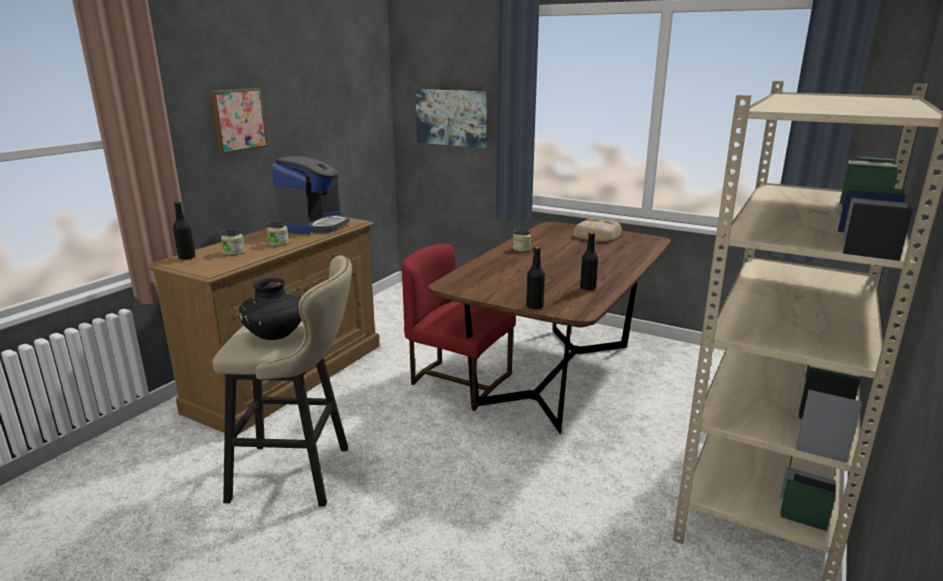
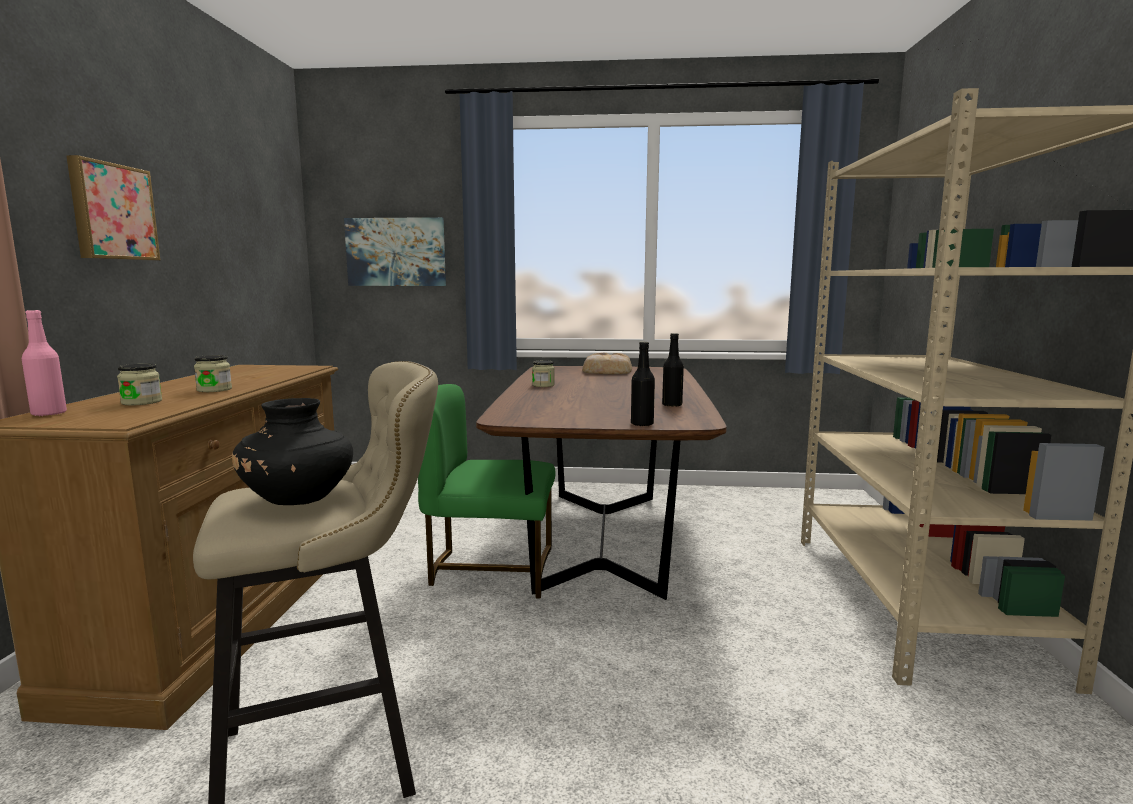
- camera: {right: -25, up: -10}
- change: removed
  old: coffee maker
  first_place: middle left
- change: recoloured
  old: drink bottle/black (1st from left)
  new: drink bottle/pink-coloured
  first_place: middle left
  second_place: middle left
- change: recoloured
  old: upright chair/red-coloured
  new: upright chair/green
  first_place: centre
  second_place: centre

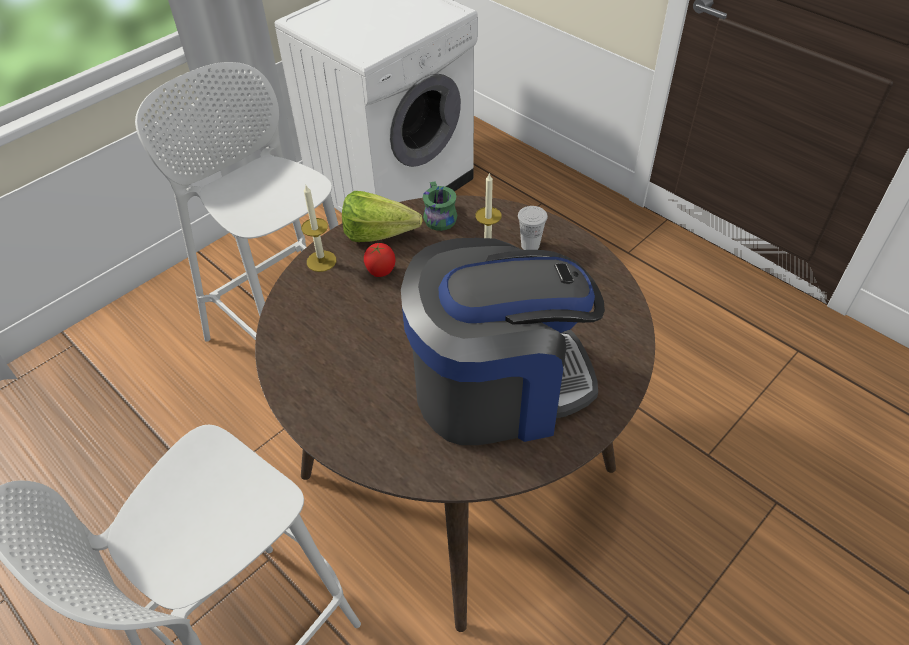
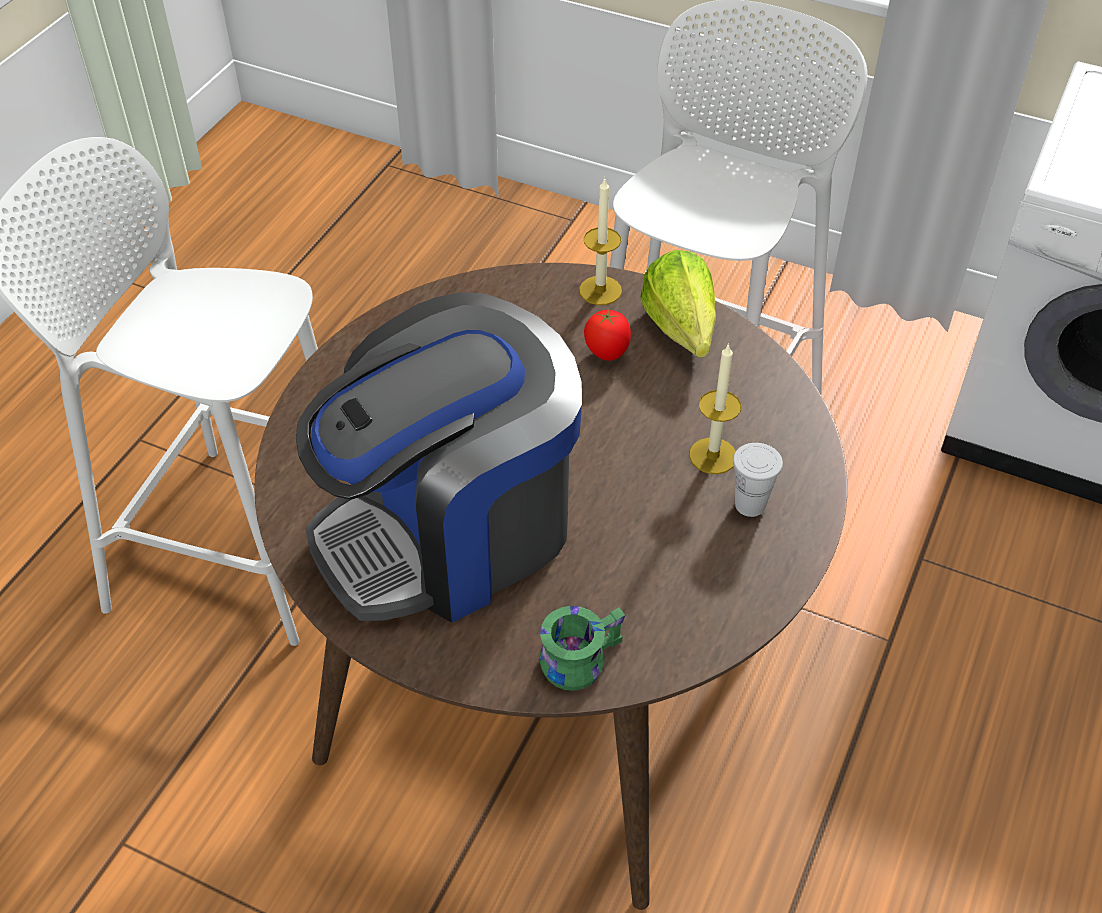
- camera: {right: 70, up: 0}
- change: moved
  old: tea mug/green
  first_place: top centre
  second_place: bottom centre
- change: turned
  old: coffee maker
  first_place: centre
  second_place: centre
  degrees: 90

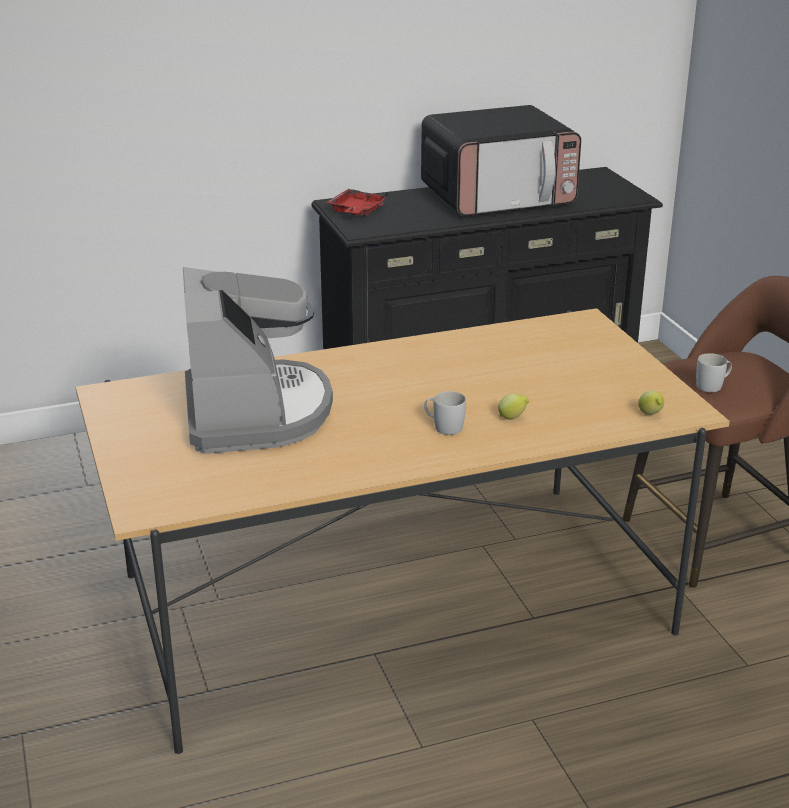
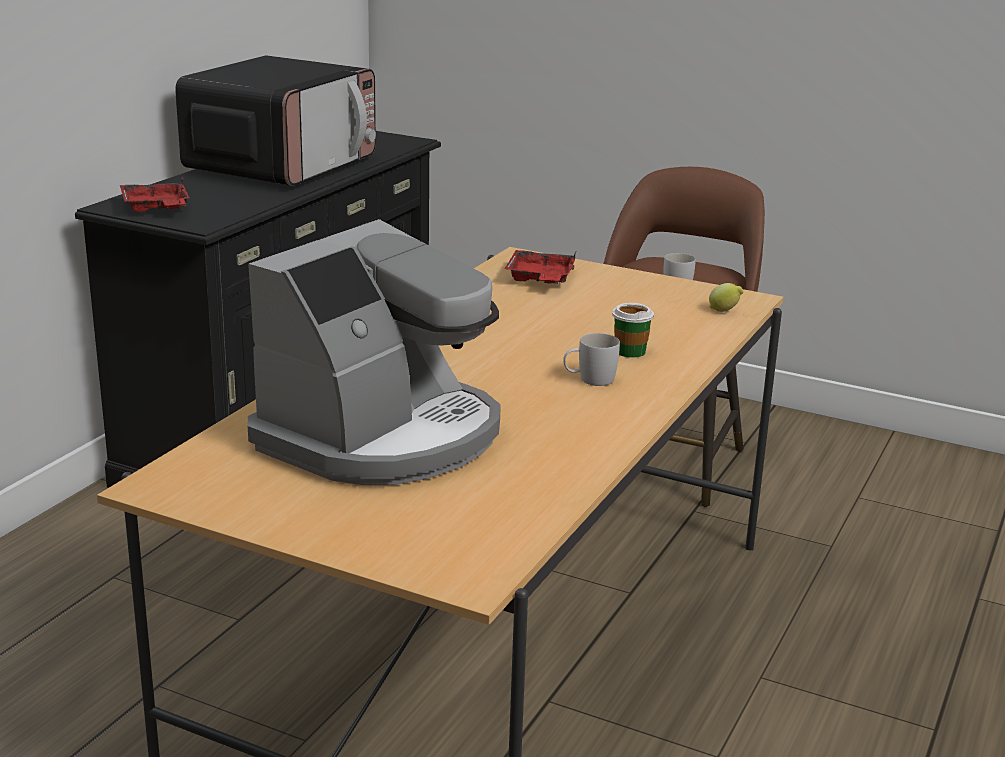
- camera: {right: -45, up: -5}
- change: added
  new: carrying tray/red-coloured (2nd from left)
  second_place: centre
- change: replaced
  old: citrus fruit (1st from left)
  new: cup
  first_place: centre
  second_place: centre
- change: turned
  old: coffee maker
  first_place: middle left
  second_place: centre
  degrees: 90

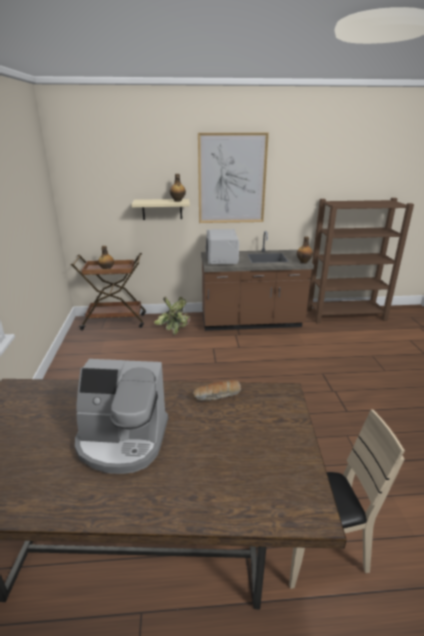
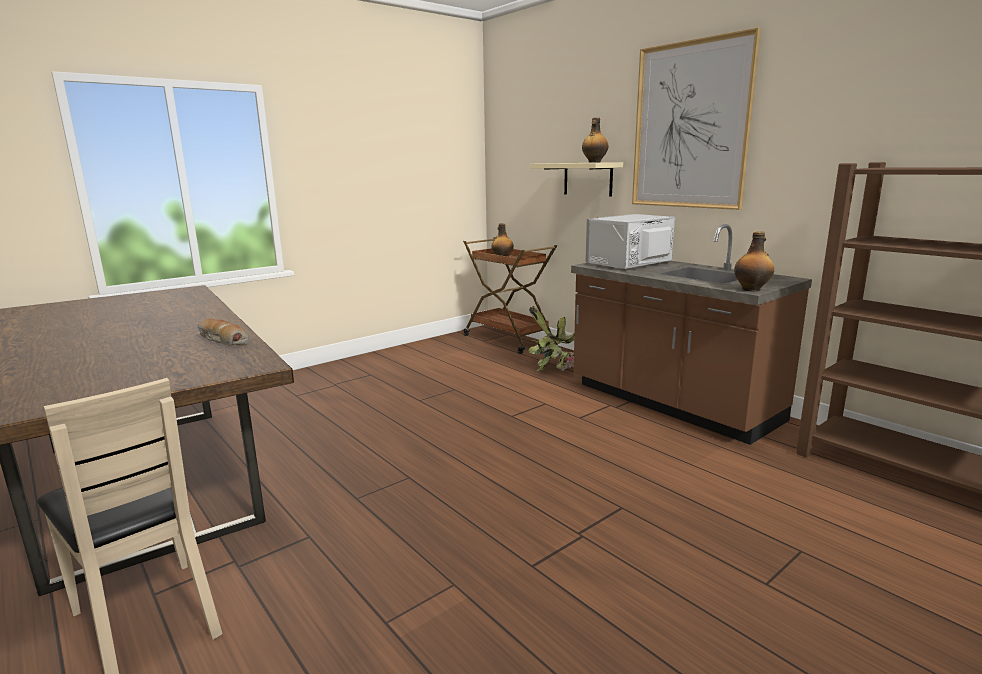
- camera: {right: 55, up: -10}
- change: removed
  old: coffee maker
  first_place: middle left

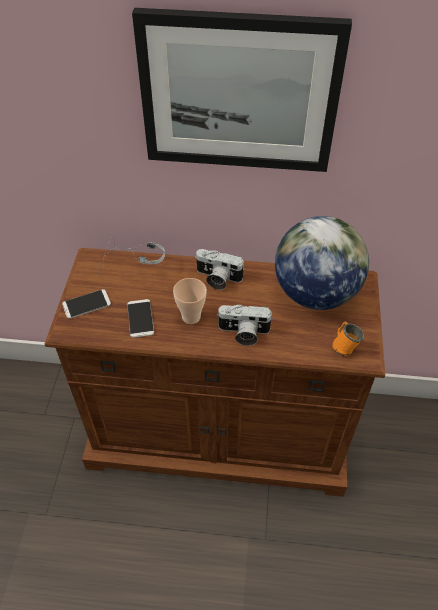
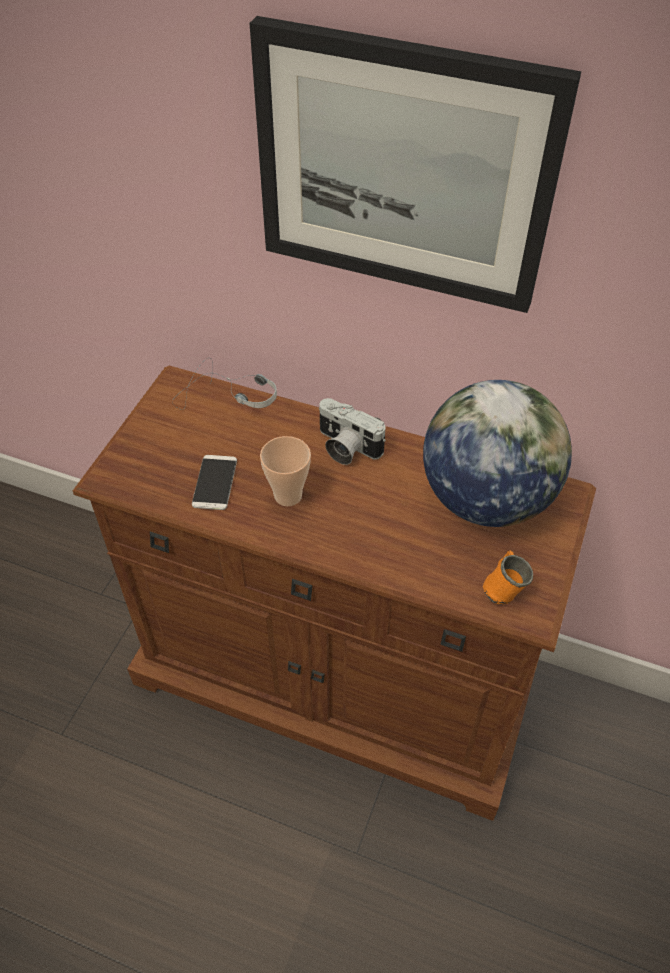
- camera: {right: 15, up: 0}
- change: removed
  old: telephone (1st from left)
  first_place: middle left
- change: removed
  old: photo camera (2nd from left)
  first_place: centre

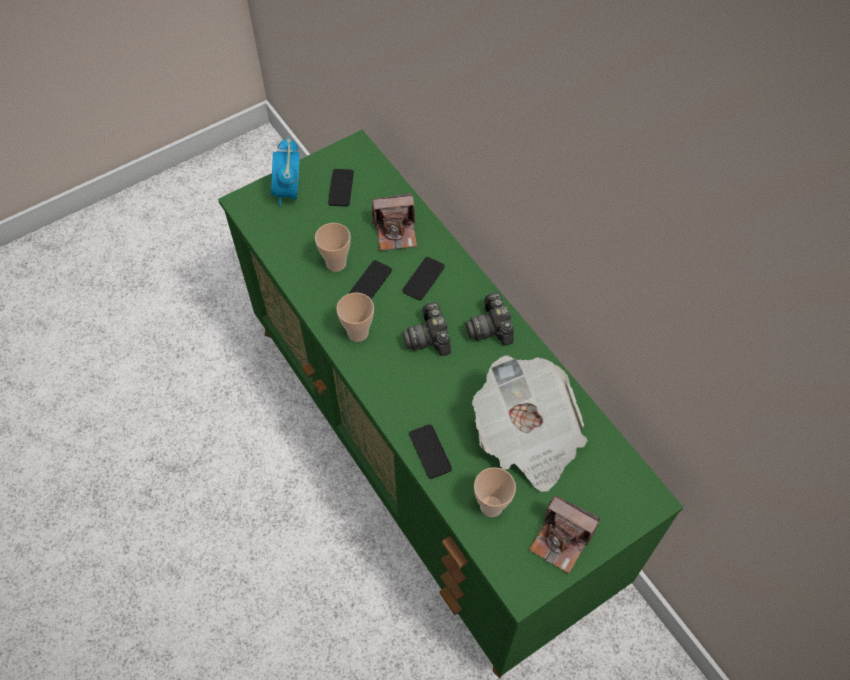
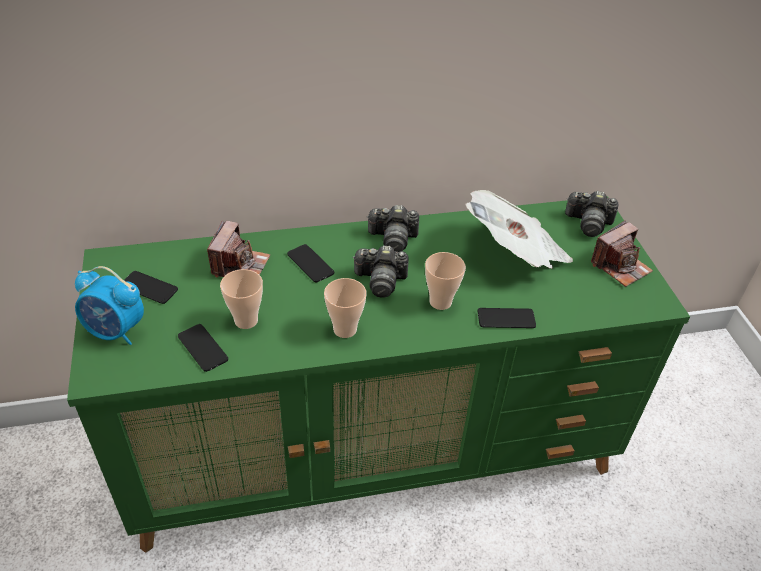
- camera: {right: -70, up: -15}
- change: added
  new: photo camera (4th from left)
  second_place: middle right
- change: moved
  old: telephone (2nd from left)
  first_place: centre
  second_place: middle left
- change: moved
  old: cup (3rd from left)
  first_place: bottom centre
  second_place: centre

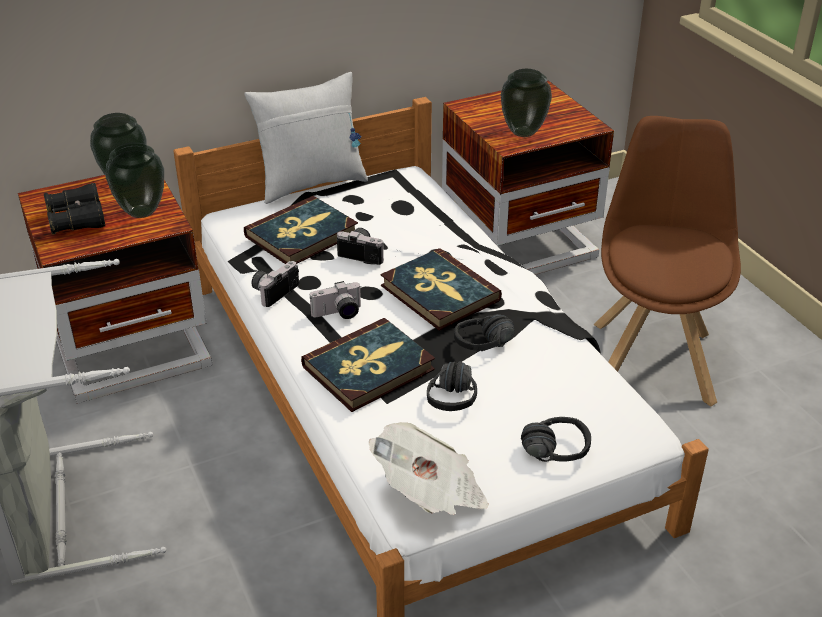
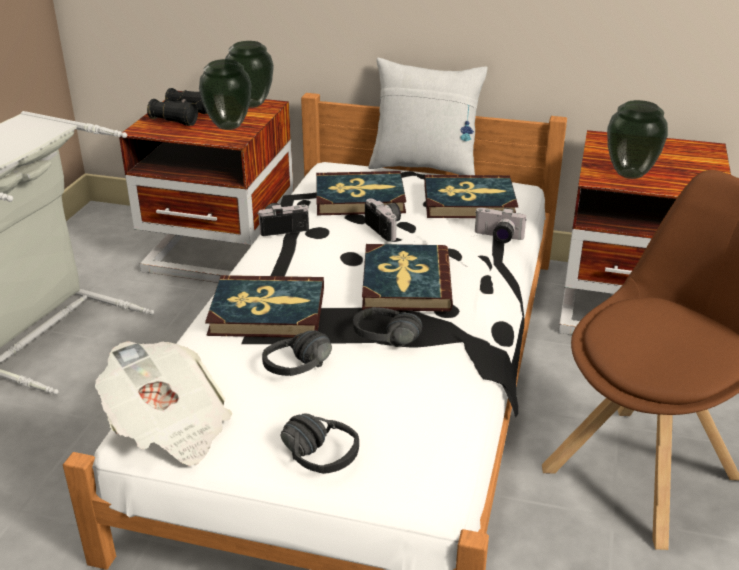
- camera: {right: 40, up: -5}
- change: added
  new: book (4th from left)
  second_place: centre
- change: moved
  old: photo camera (2nd from left in the first image)
  new: photo camera (3rd from left)
  first_place: centre
  second_place: middle right

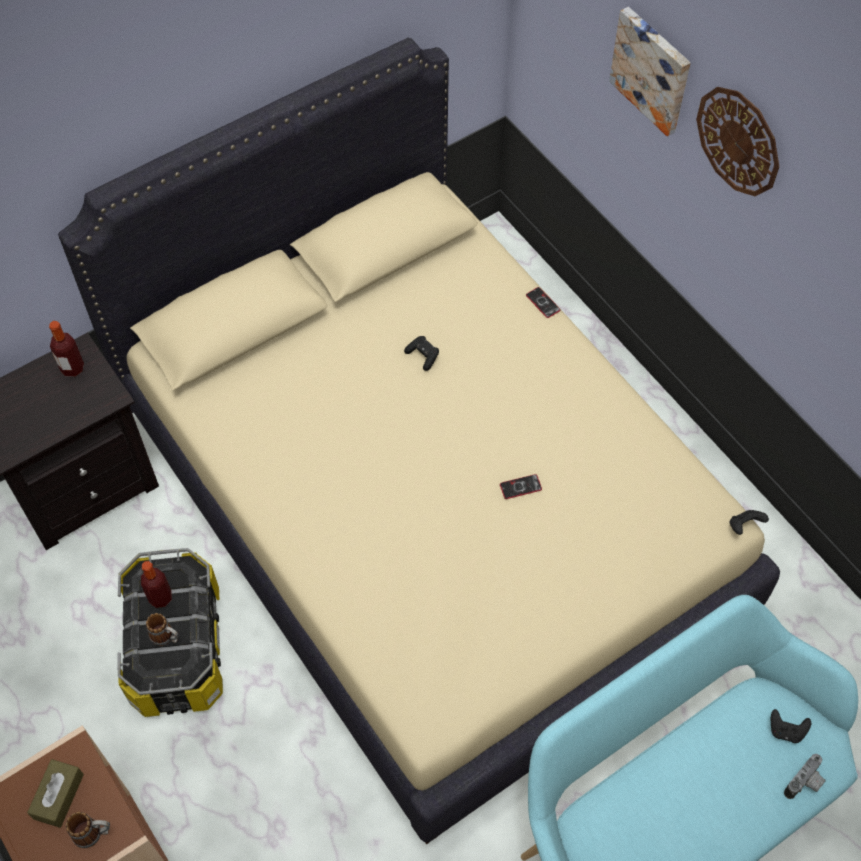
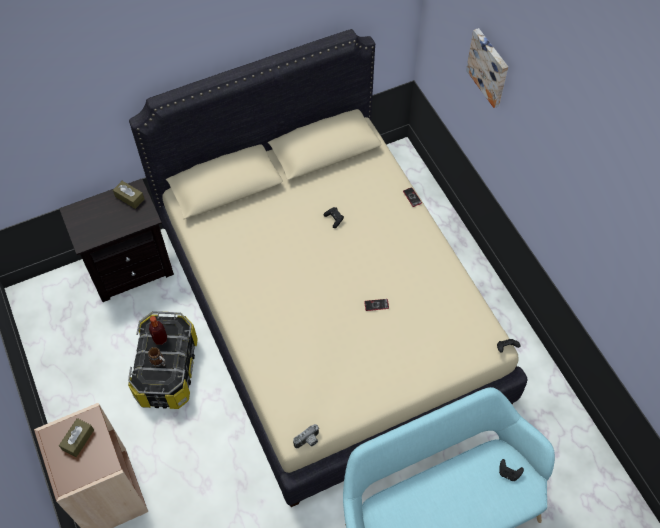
- camera: {right: 10, up: 0}
- change: removed
  old: tea mug (1st from left)
  first_place: bottom left
- change: removed
  old: hanging clock
  first_place: top right
- change: moved
  old: photo camera
  first_place: bottom right
  second_place: bottom centre
- change: replaced
  old: drink bottle (1st from left)
  new: box of tissues/brown-coloured (2nd from left)
  first_place: middle left
  second_place: middle left

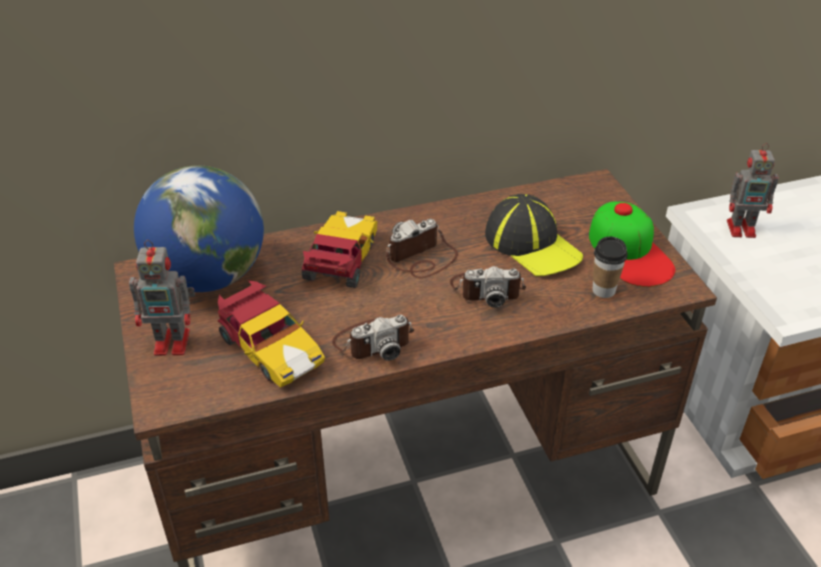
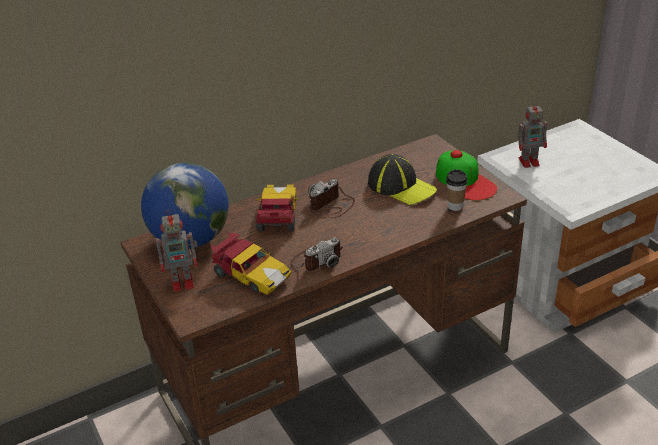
- camera: {right: -10, up: -5}
- change: removed
  old: photo camera (3rd from left)
  first_place: centre

